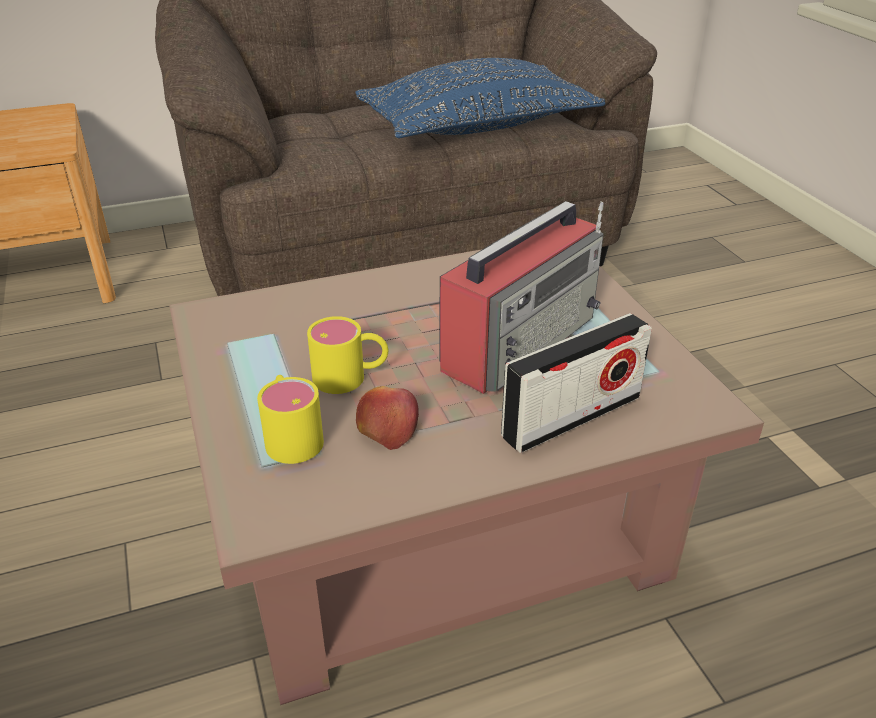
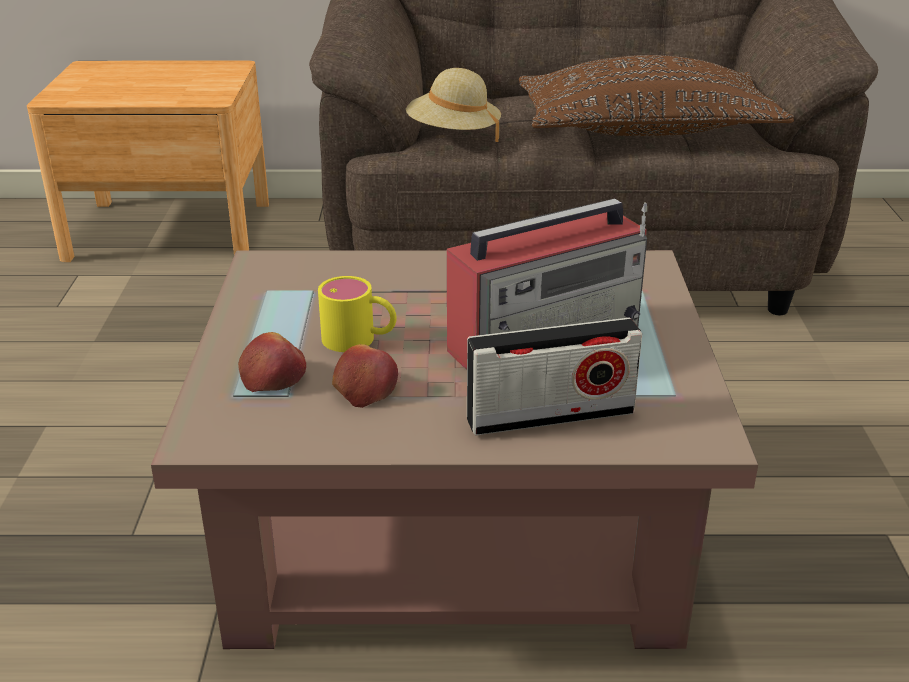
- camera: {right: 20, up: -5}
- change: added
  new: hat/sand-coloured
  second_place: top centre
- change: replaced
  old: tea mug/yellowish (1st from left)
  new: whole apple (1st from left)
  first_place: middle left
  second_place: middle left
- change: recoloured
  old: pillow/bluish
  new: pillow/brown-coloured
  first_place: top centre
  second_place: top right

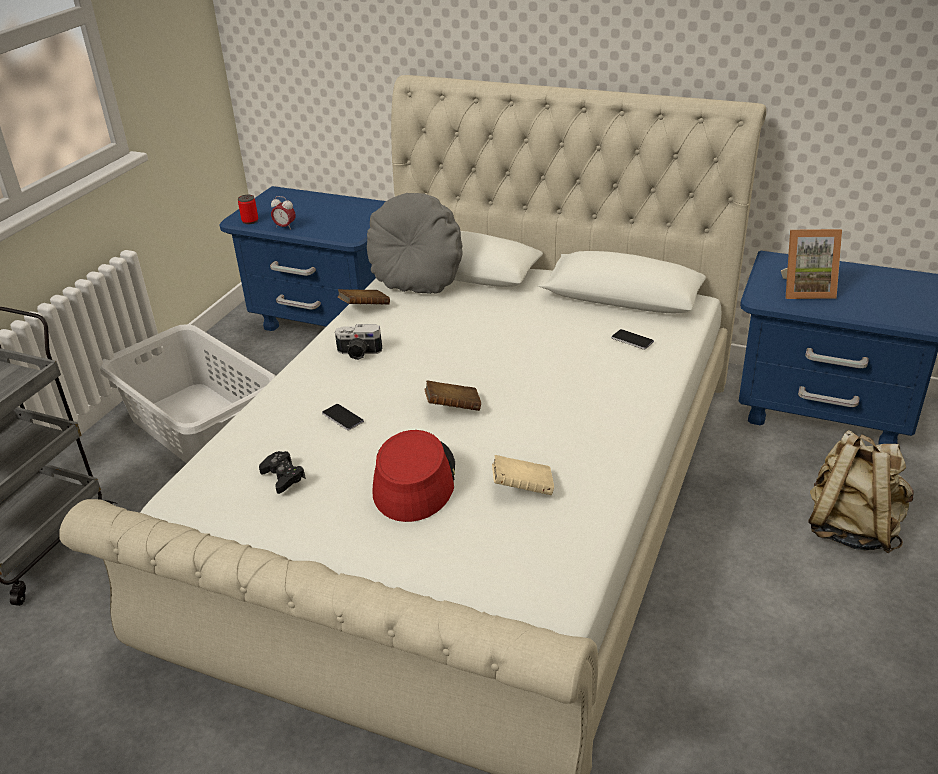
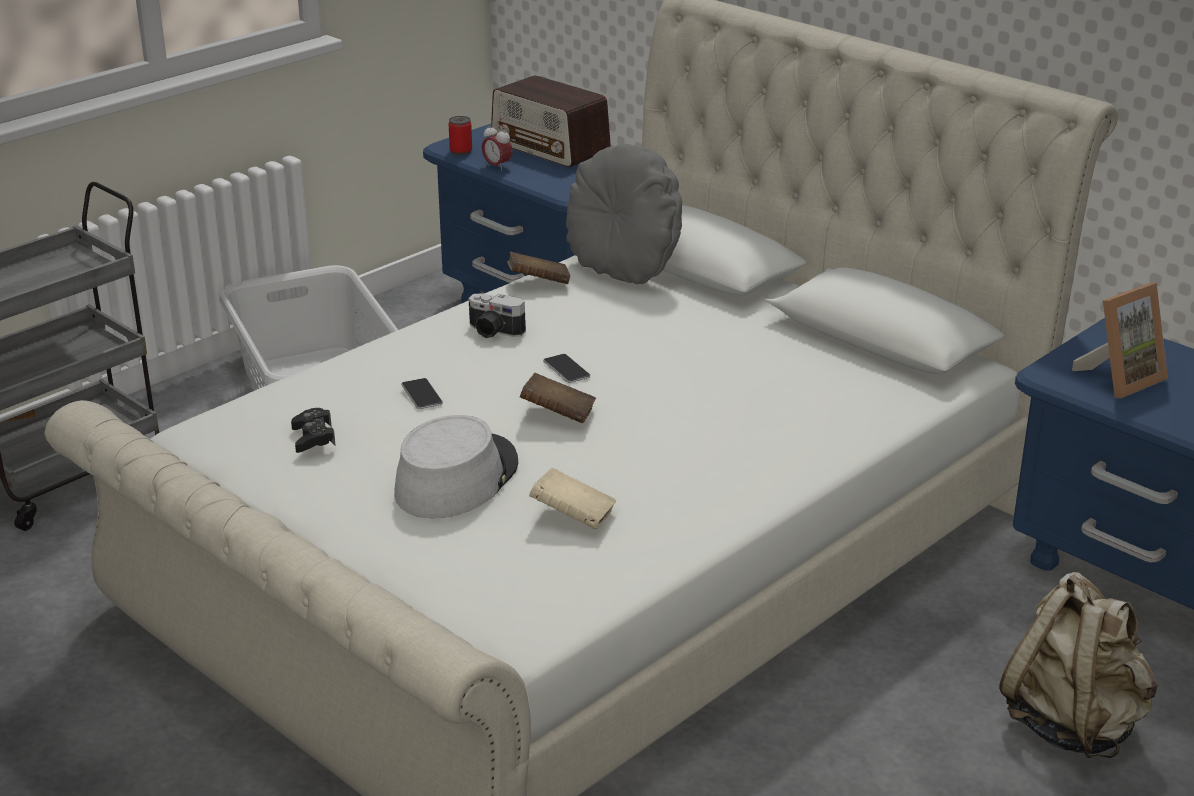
- camera: {right: 20, up: -5}
- change: added
  new: radio set
  second_place: top centre
- change: moved
  old: telephone (2nd from left)
  first_place: middle right
  second_place: centre
- change: recoloured
  old: hat/red-coloured
  new: hat/greyish
  first_place: centre
  second_place: centre
- change: turned
  old: standing frame
  first_place: middle right
  second_place: middle right
  degrees: -60

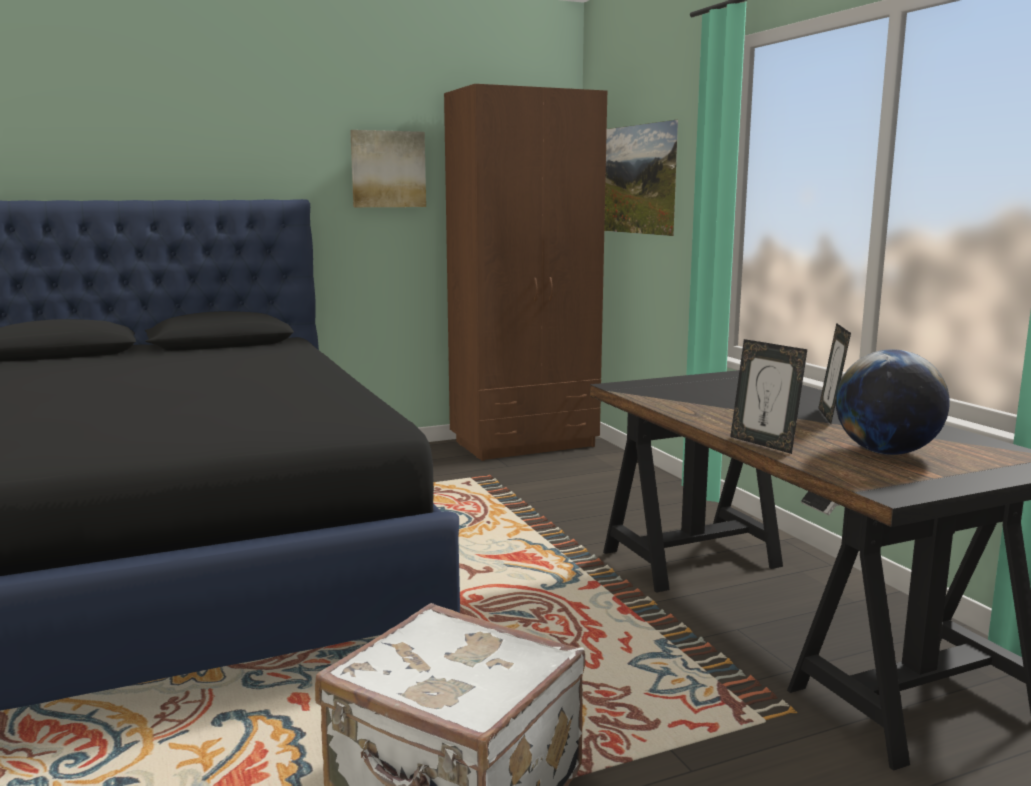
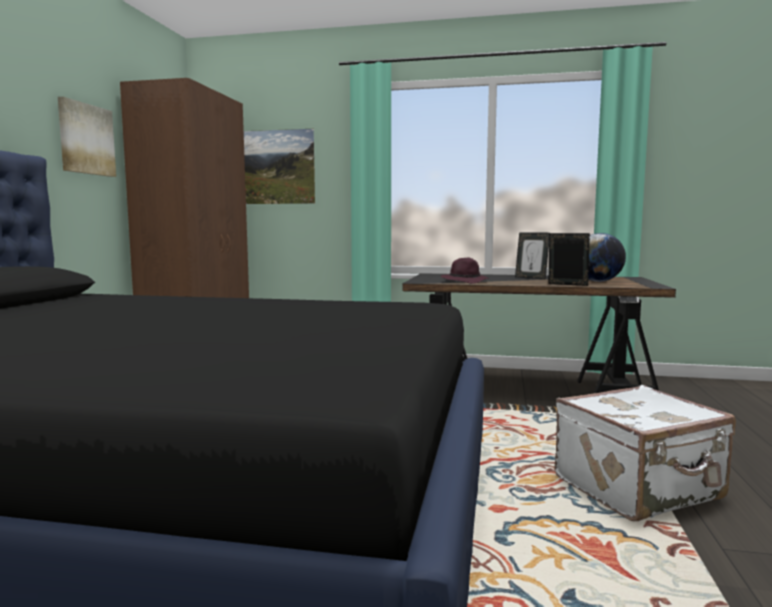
- camera: {right: -55, up: -5}
- change: added
  new: hat/purple
  second_place: centre
- change: turned
  old: standing frame (1st from left in the first image)
  first_place: middle right
  second_place: middle right
  degrees: -150

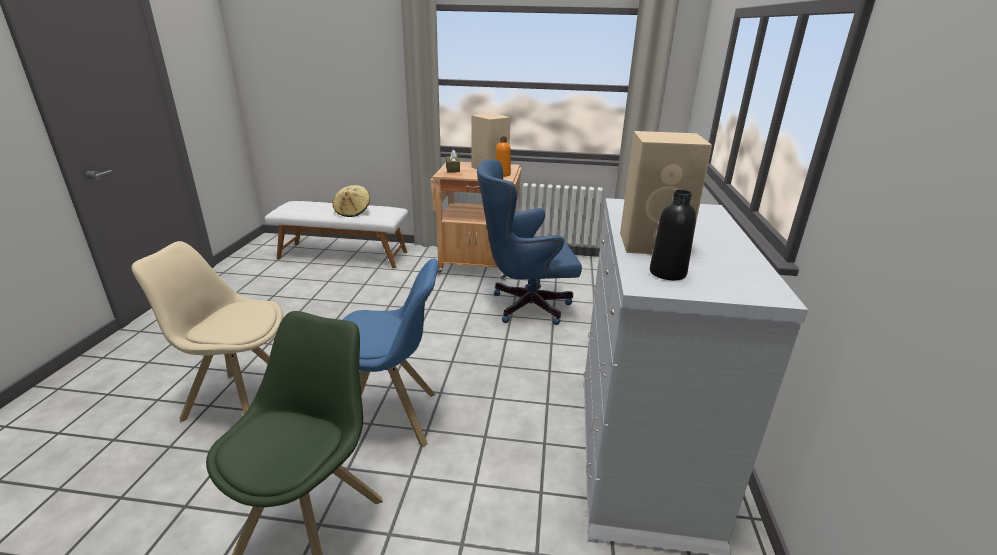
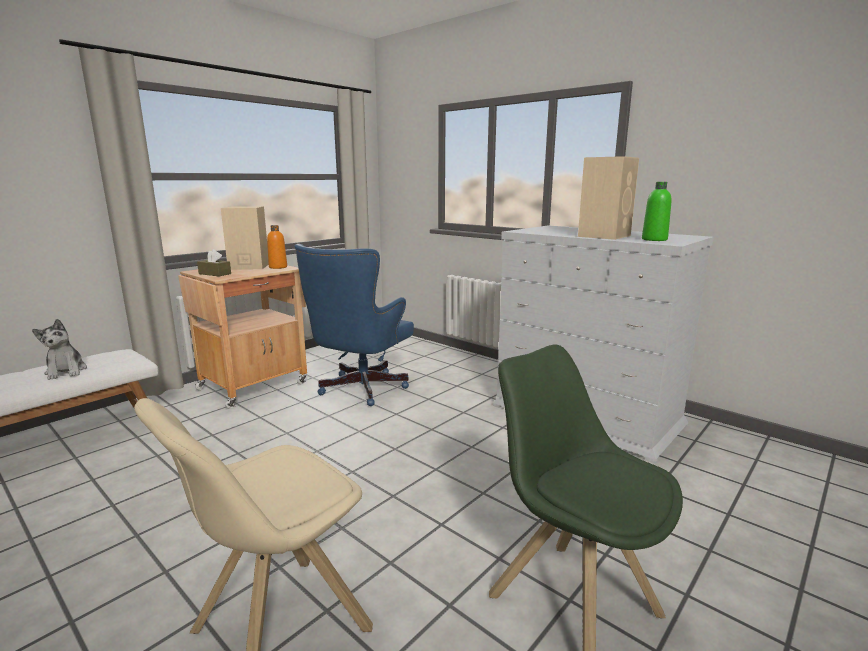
- camera: {right: -55, up: -10}
- change: removed
  old: upright chair/bluish
  first_place: centre
- change: replaced
  old: hat/sand-coloured
  new: soft toy
  first_place: centre
  second_place: middle left
- change: recoloured
  old: drink bottle/black
  new: drink bottle/green
  first_place: middle right
  second_place: top right

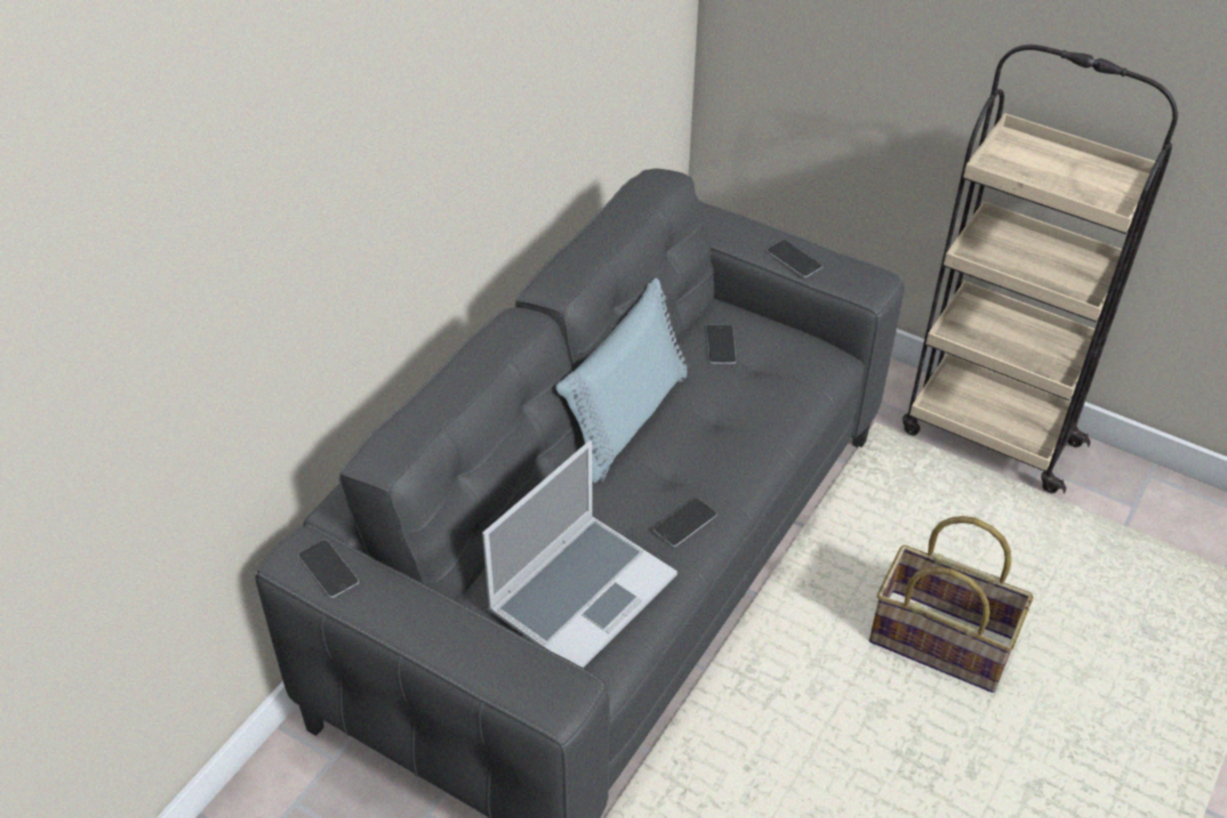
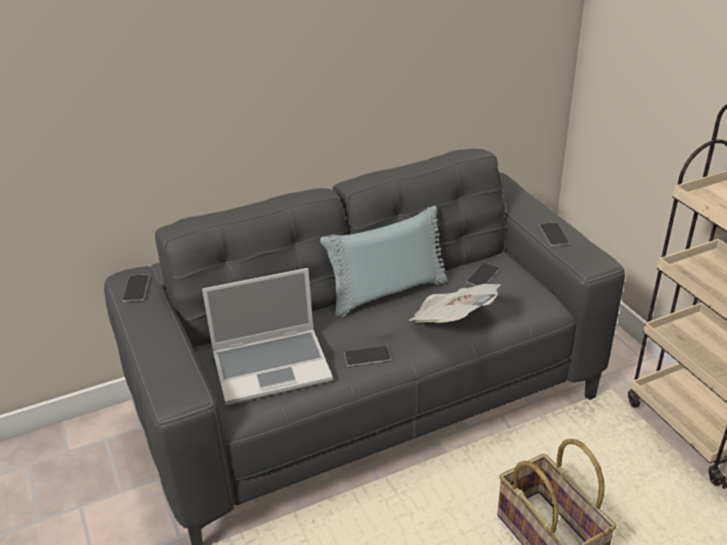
- camera: {right: 35, up: -10}
- change: added
  new: newspaper
  second_place: centre

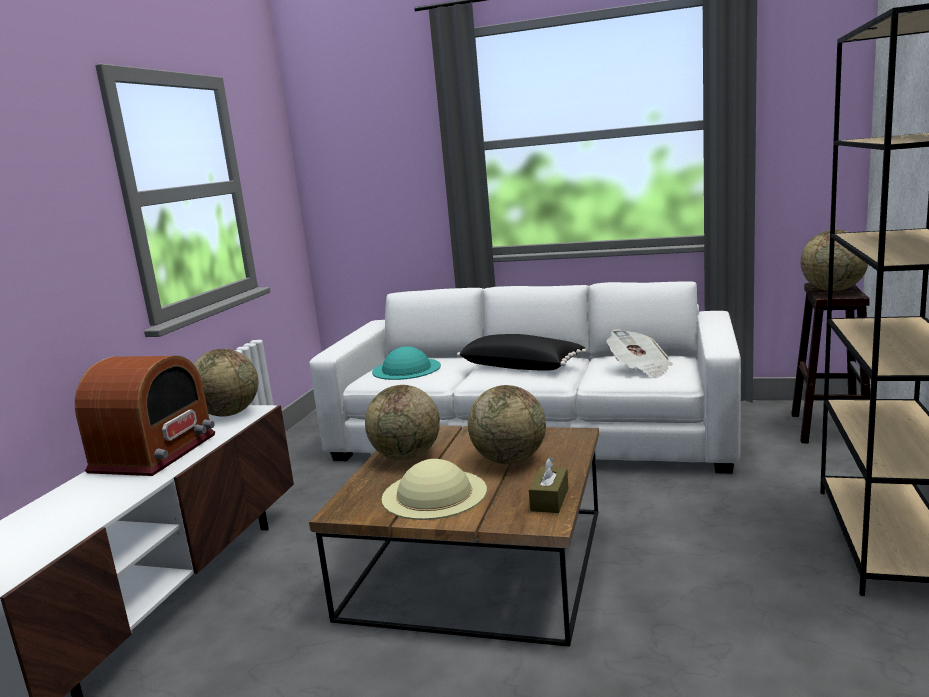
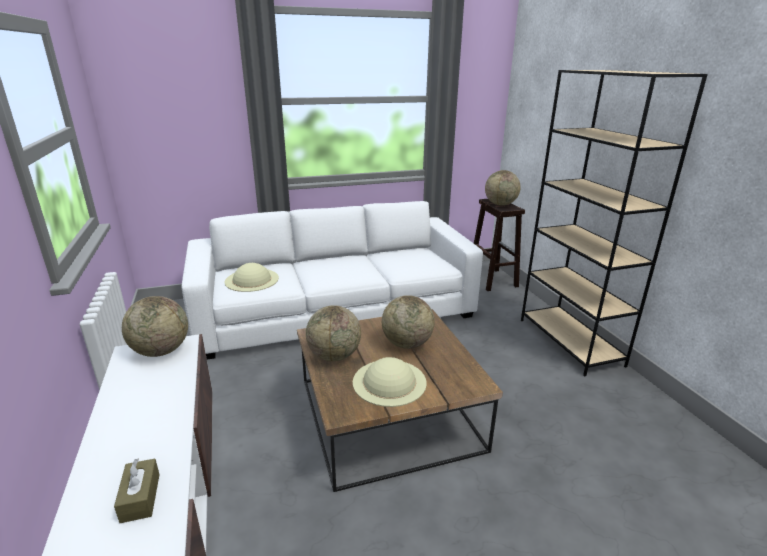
- camera: {right: -35, up: 10}
- change: removed
  old: radio set
  first_place: middle left
- change: removed
  old: pillow/black
  first_place: centre
- change: removed
  old: newspaper
  first_place: middle right
- change: moved
  old: box of tissues/brown-coloured
  first_place: bottom centre
  second_place: bottom left
- change: recoloured
  old: hat/turquoise-coloured
  new: hat/sand-coloured (1st from left)
  first_place: centre
  second_place: middle left

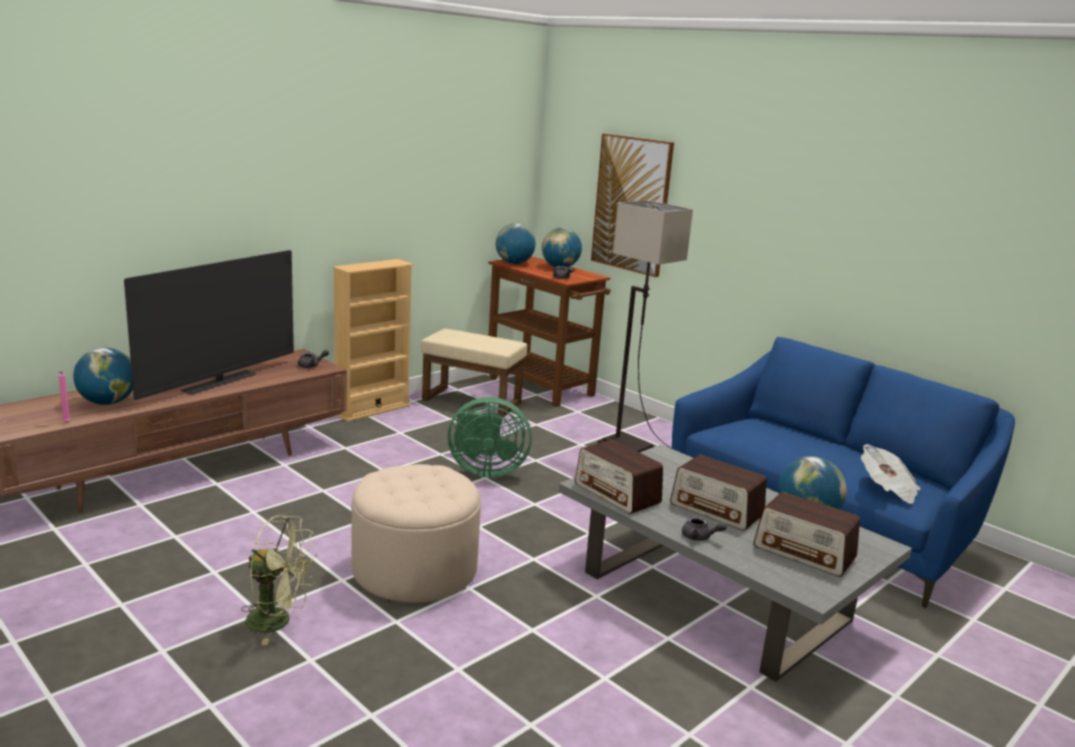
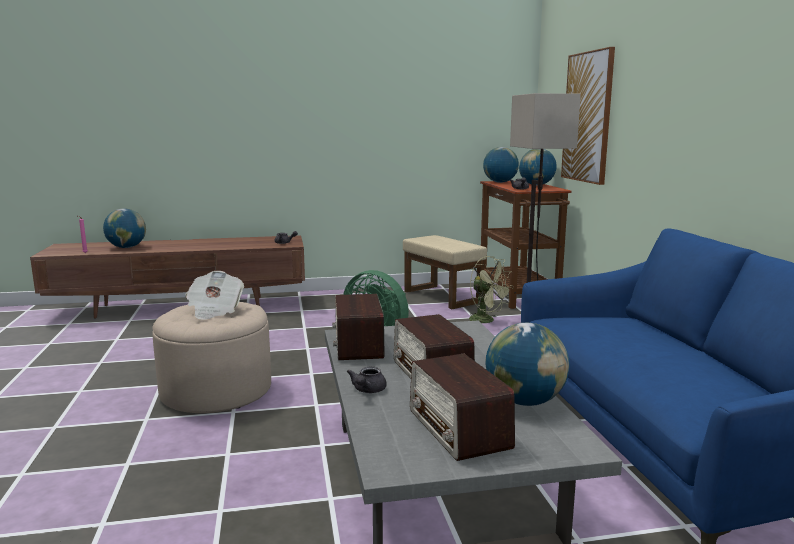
- camera: {right: 35, up: -5}
- change: removed
  old: TV set
  first_place: middle left
- change: removed
  old: bookshelf/sand-coloured
  first_place: centre
- change: moved
  old: cooling fan/green (1st from left in the first image)
  new: cooling fan/green (2nd from left)
  first_place: bottom left
  second_place: centre
- change: moved
  old: newspaper
  first_place: middle right
  second_place: middle left
- change: turned
  old: tea pot/greyish (3rd from left in the first image)
  first_place: bottom centre
  second_place: bottom centre
  degrees: 45

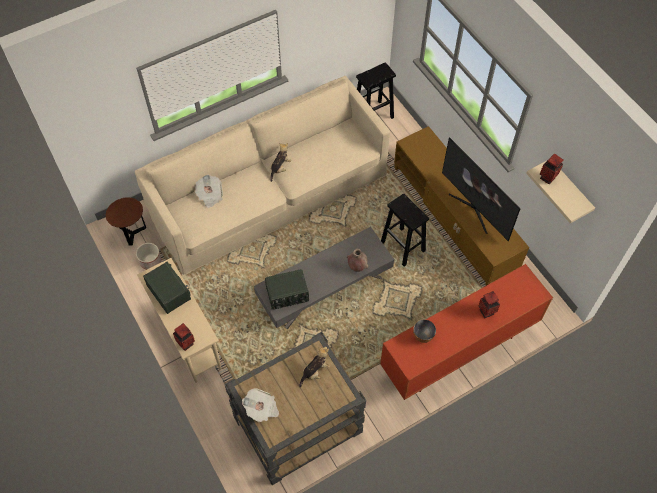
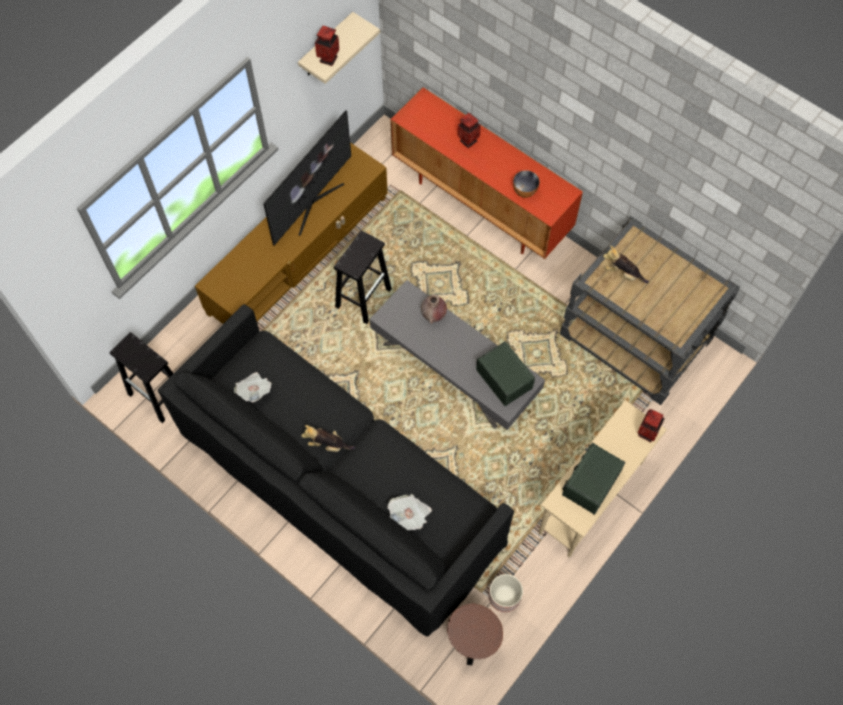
- camera: {right: -110, up: 5}
- change: moved
  old: newspaper (2nd from left in the first image)
  new: newspaper (1st from left)
  first_place: bottom centre
  second_place: middle left
- change: recoloured
  old: couch/sand-coloured
  new: couch/black
  first_place: centre
  second_place: bottom centre

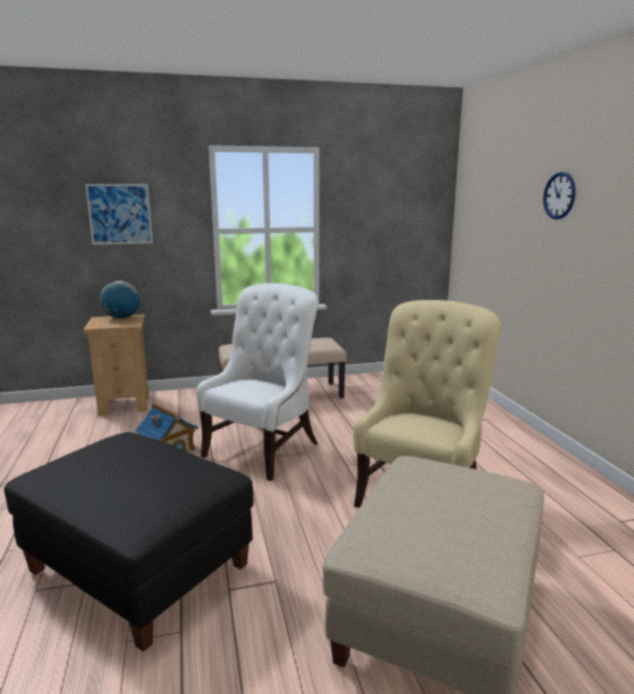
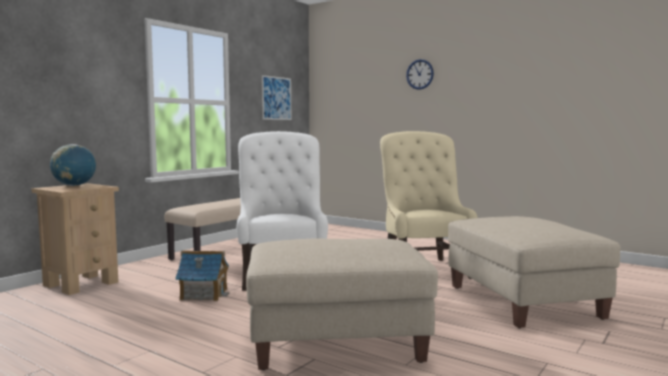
- camera: {right: -40, up: -10}
- change: moved
  old: wall picture
  first_place: top left
  second_place: top centre
- change: recoloured
  old: pouffe/black
  new: pouffe/sand-coloured (1st from left)
  first_place: bottom left
  second_place: bottom centre

